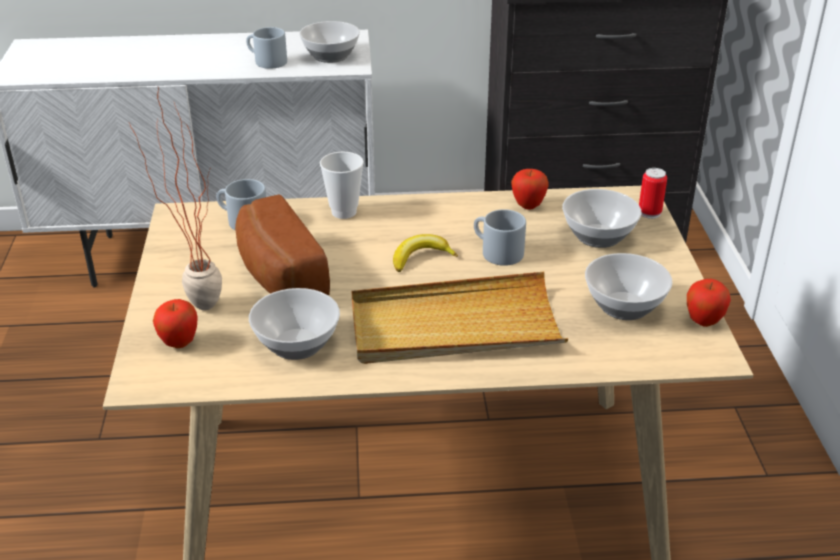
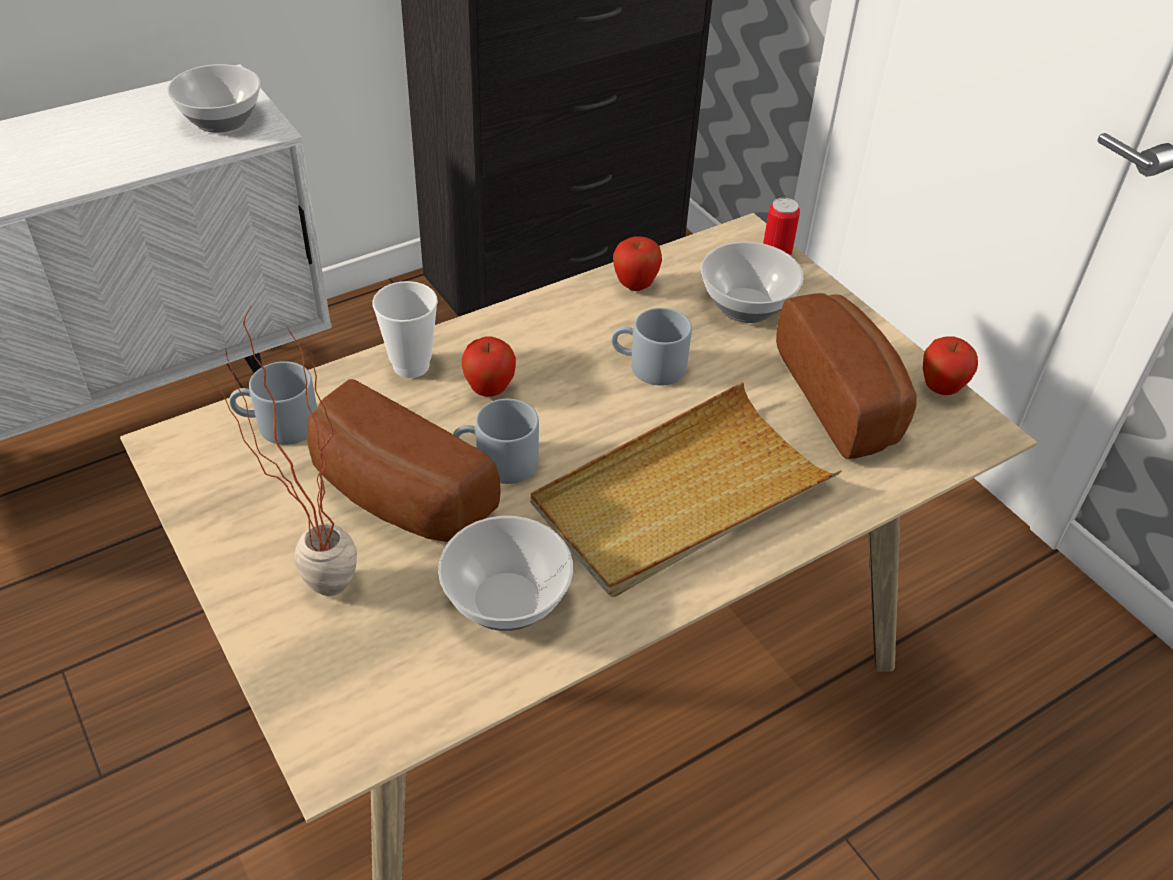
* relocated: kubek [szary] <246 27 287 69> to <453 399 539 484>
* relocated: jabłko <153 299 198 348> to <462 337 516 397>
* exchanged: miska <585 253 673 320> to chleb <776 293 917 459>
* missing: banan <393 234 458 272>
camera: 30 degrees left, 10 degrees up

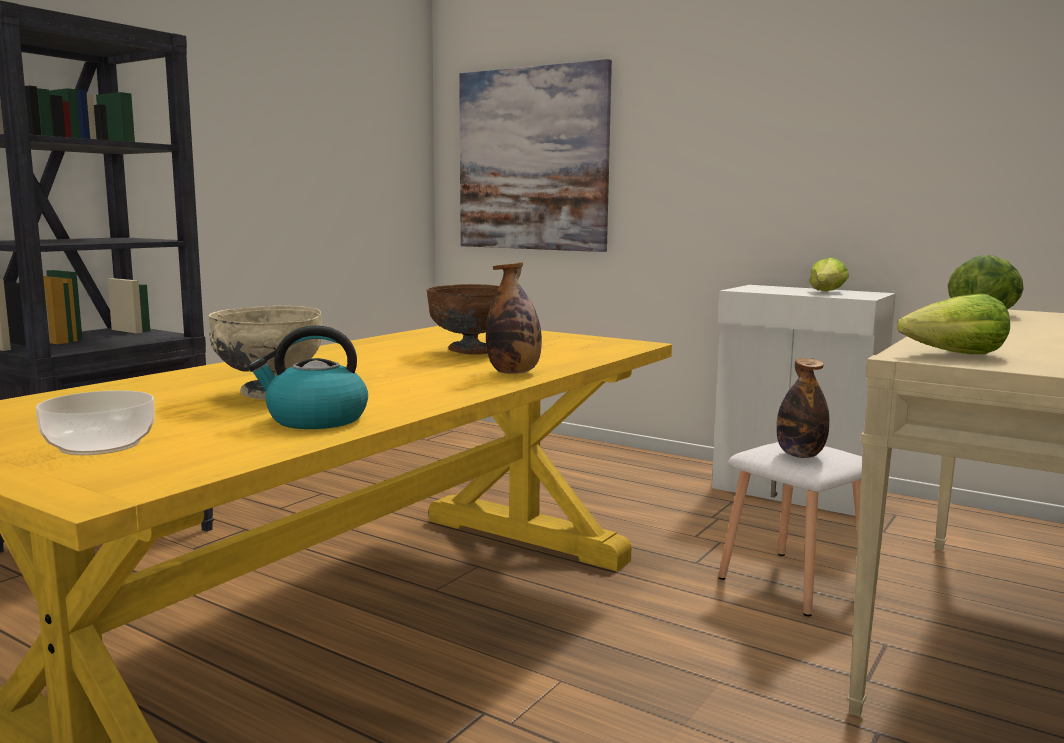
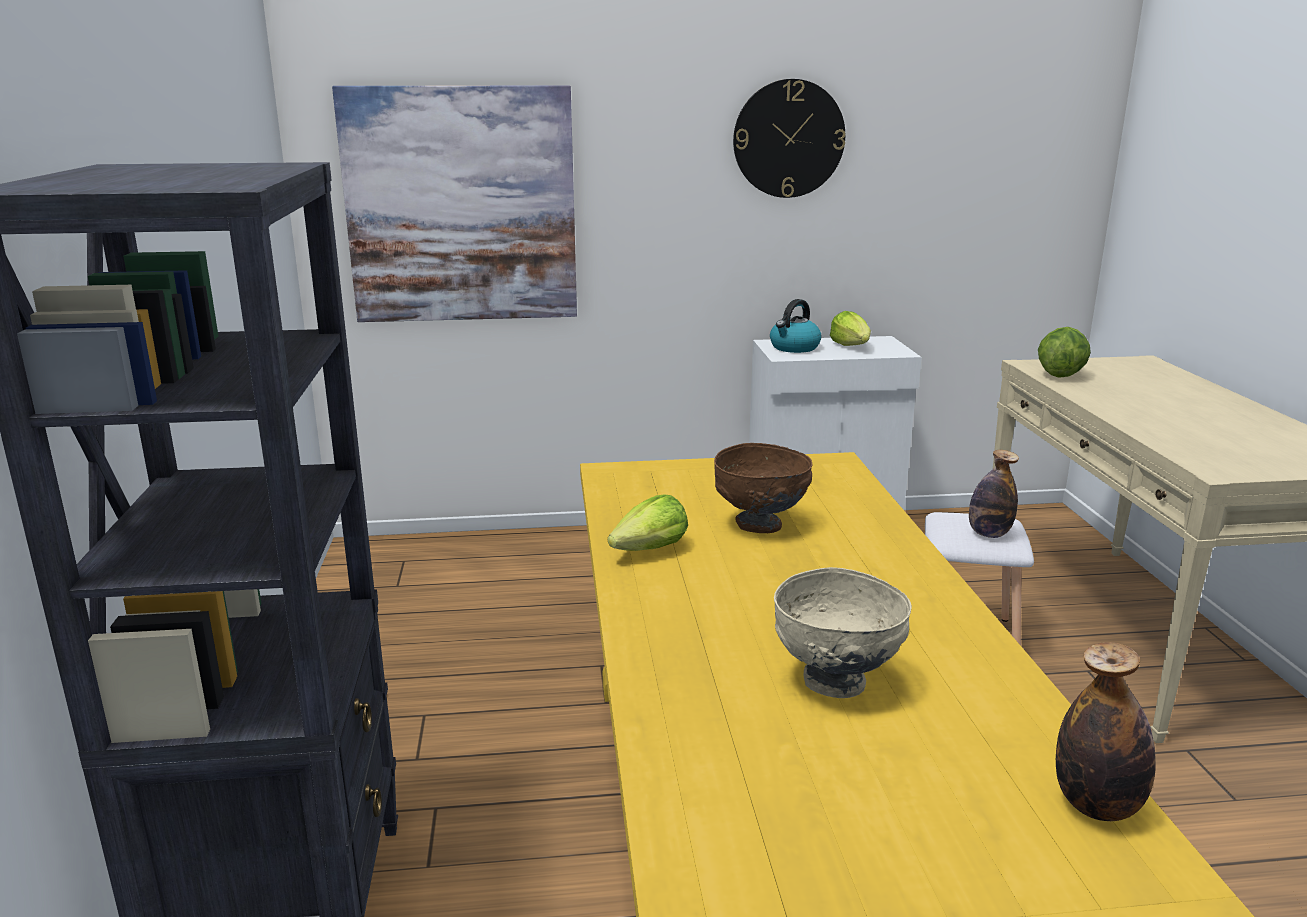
* relocated: sałata <897 294 1010 354> to <608 494 688 551>
* appeared: zegar ścienny <733 79 845 198>
* relocated: czajnik <248 325 368 429> to <770 299 821 353>
* relocated: butelka <486 262 542 374> to <1056 642 1156 821>
* missing: miska <36 390 155 455>
camera: 40 degrees left, 10 degrees up

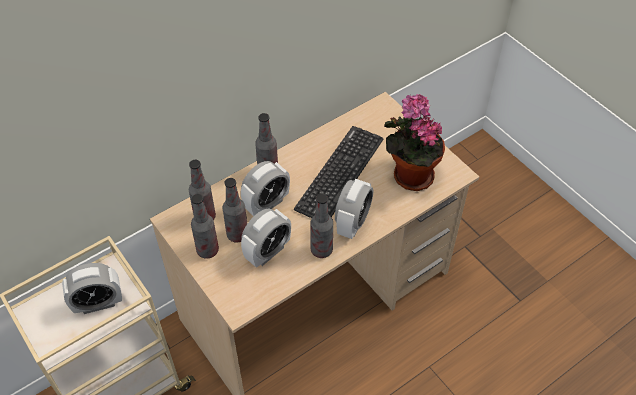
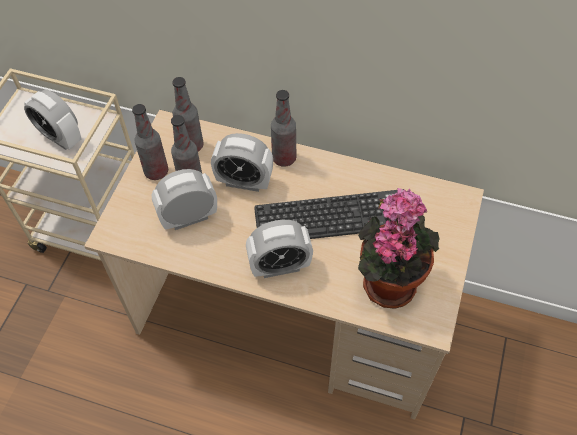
* spun: budzik <241 209 291 268> = <152 169 217 230> 150 degrees clockwise
* missing: butelka <310 194 333 258>
camera: 55 degrees right, 5 degrees up

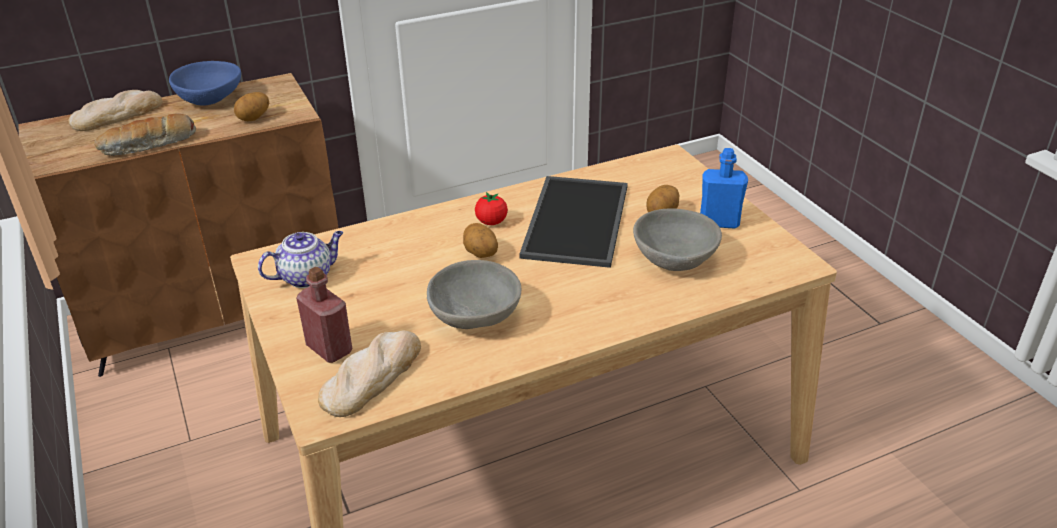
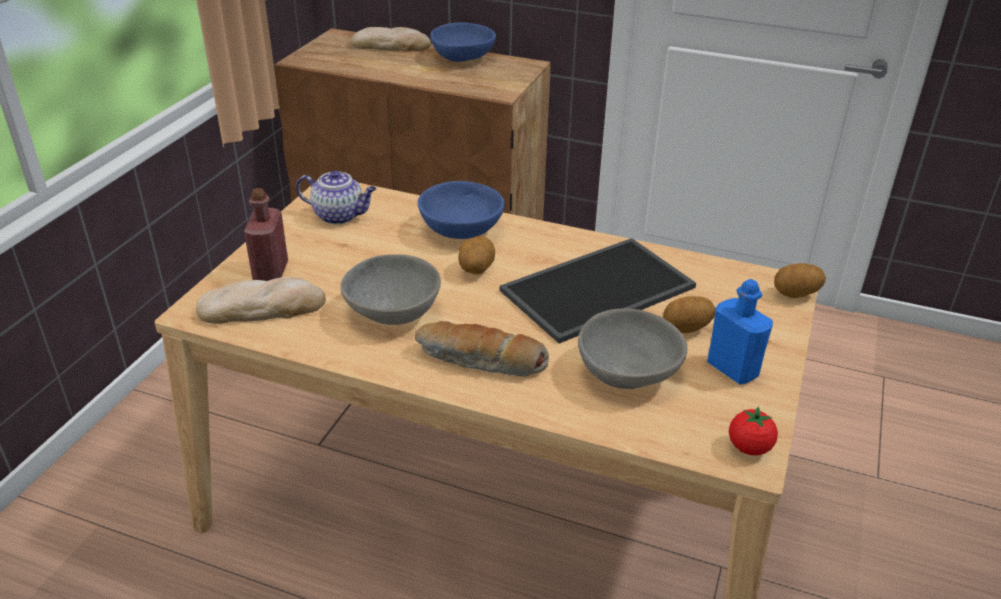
* relocated: chleb <94 114 196 156> to <415 321 549 377>
* appeared: miska [niebieski] <417 181 505 239>
* relocated: pomidor <475 192 508 225> to <729 406 778 455>
* relocated: ziemniak <234 92 269 121> to <774 263 826 298>
camera: 45 degrees right, 0 degrees up

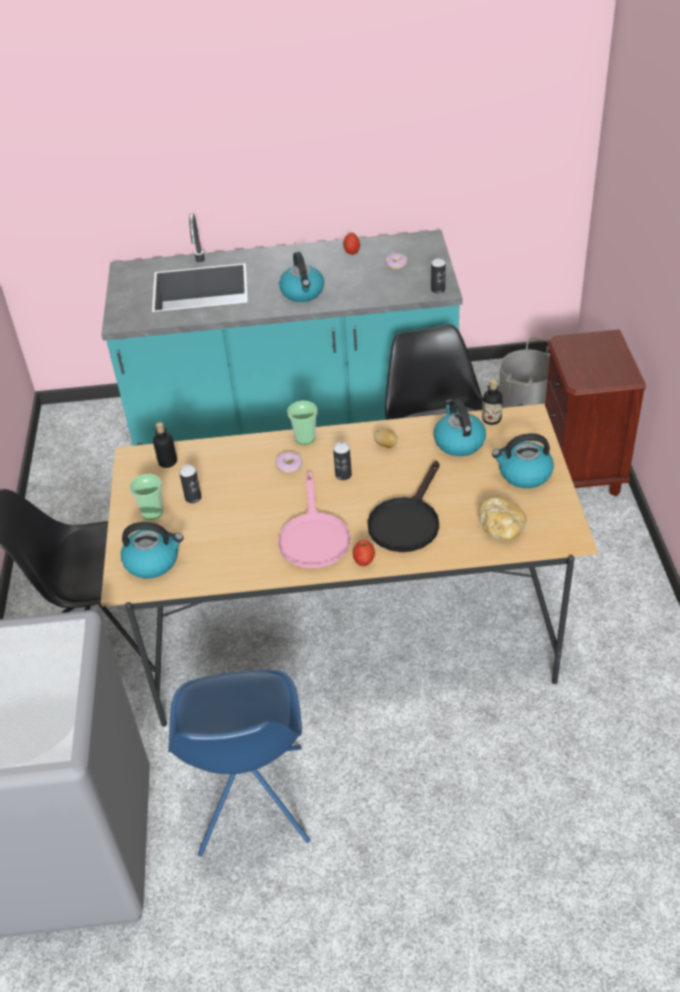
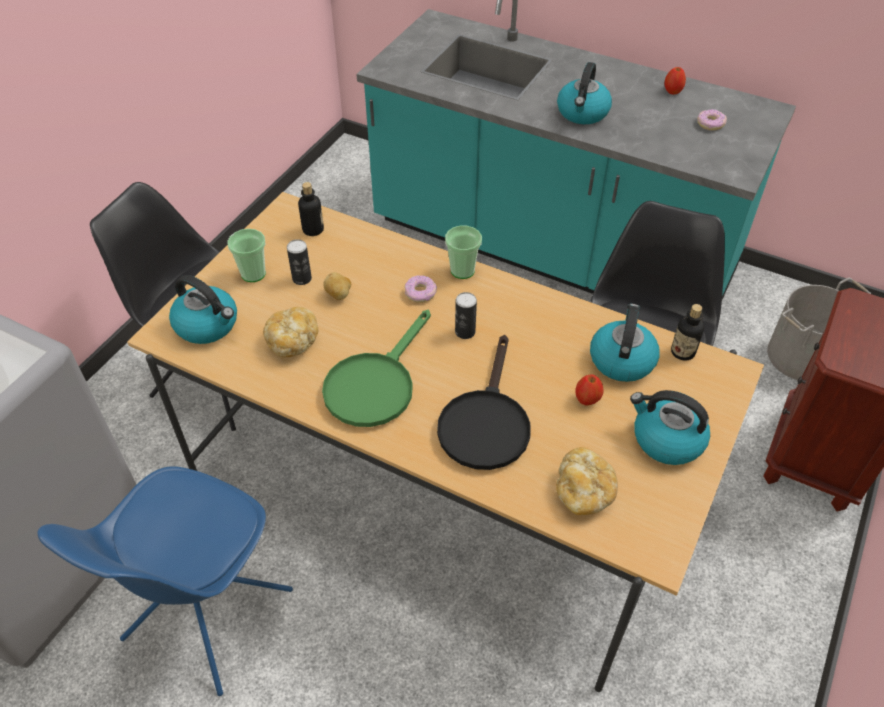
* appeared: chleb <263 307 318 357>
* colour: patelnia [różowy] <278 472 350 569> to patelnia [zielony] <322 310 431 427>
* relocated: ziemniak <374 428 398 448> to <323 272 351 300>
* spun: patelnia [czarny] <367 461 440 552> = <437 335 531 470> 45 degrees counterclockwise
* relocated: jabłko <353 540 375 566> to <575 374 604 406>
* missing: puszka <431 258 446 294>
camera: 30 degrees right, 5 degrees up

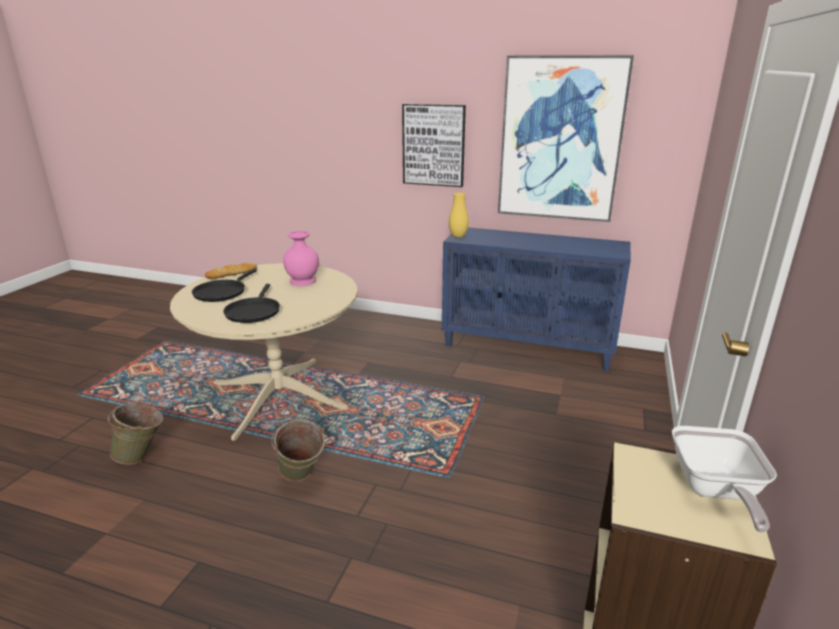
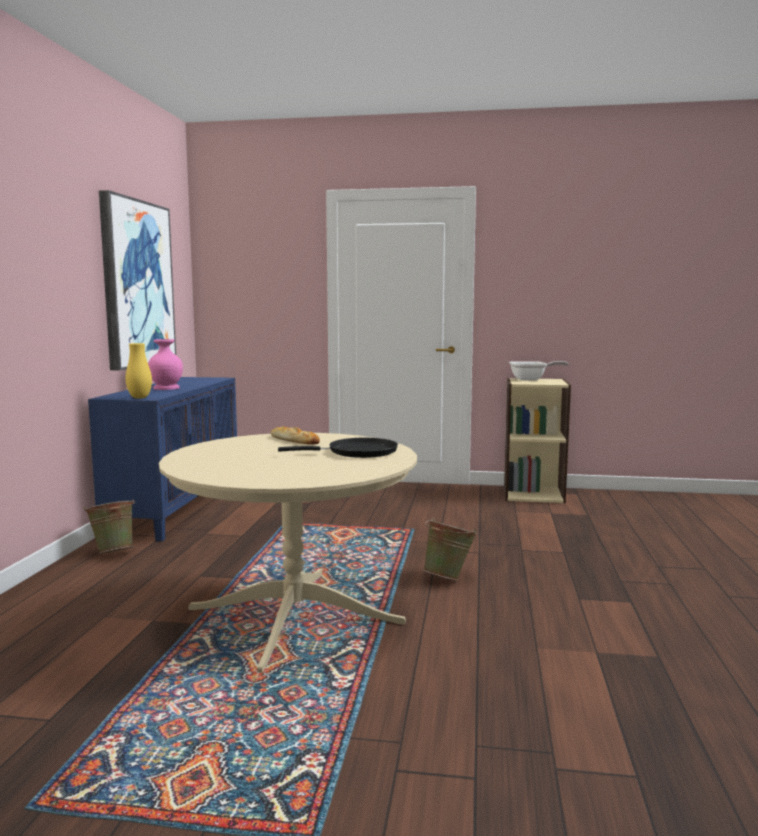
* relocated: wiadro [zielony] <107 400 163 464> to <84 499 135 554>
* relocated: wazon [różowy] <283 231 319 286> to <148 339 183 390>
* relocated: chleb <205 263 257 279> to <271 426 320 445>
* missing: patelnia [czarny] <192 269 257 302>
* missing: obraz <402 104 466 187>
camera: 100 degrees left, 15 degrees down

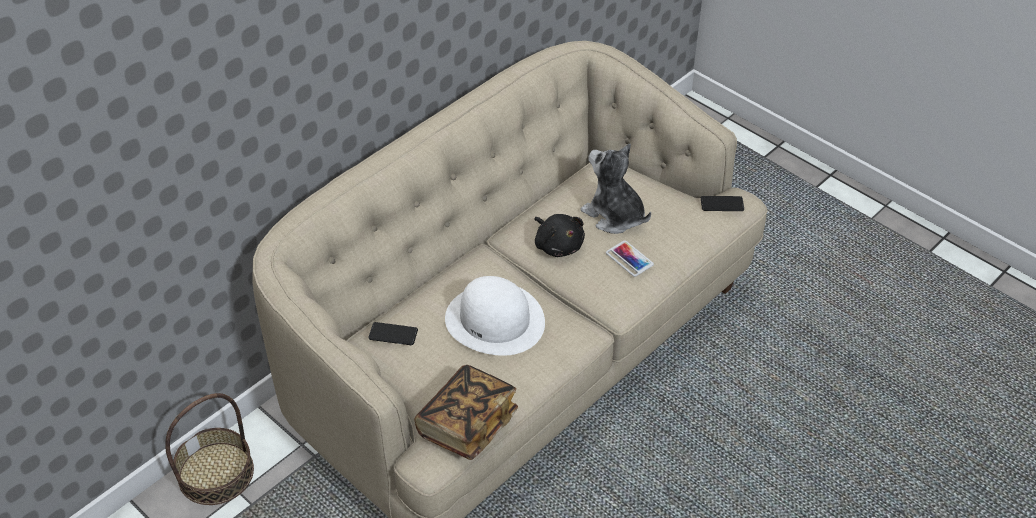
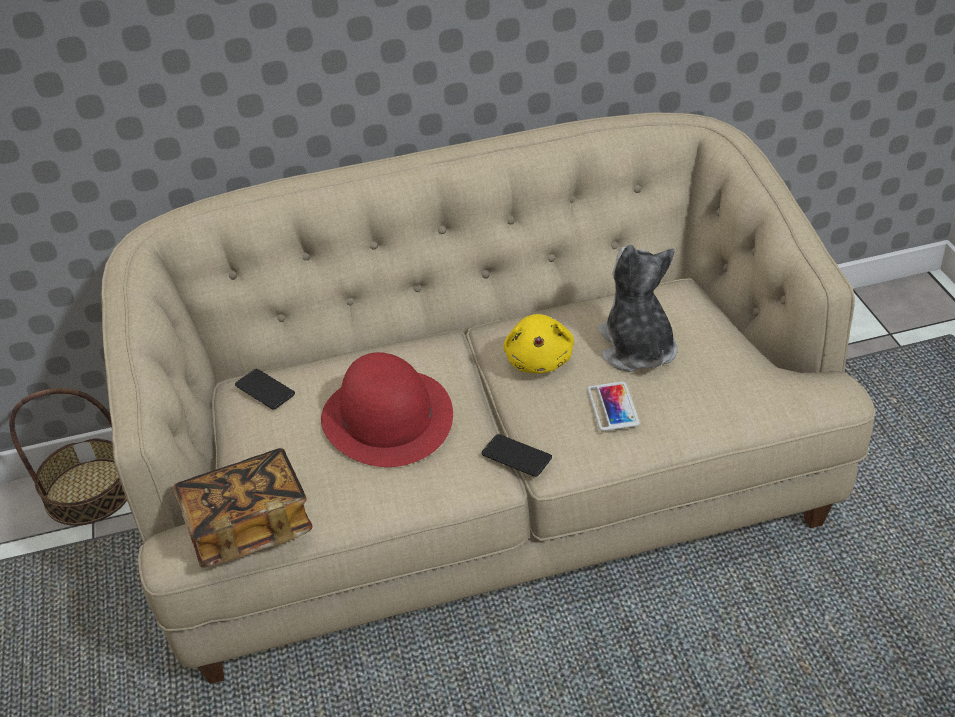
* colour: kapelusz [biały] <445 276 545 356> to kapelusz [czerwony] <321 352 453 467>
* relocated: telefon <701 196 744 211> to <482 434 552 477>
* colour: pluszak [czarny] <534 214 585 257> to pluszak [żółty] <503 314 574 373>
camera: 35 degrees right, 5 degrees down

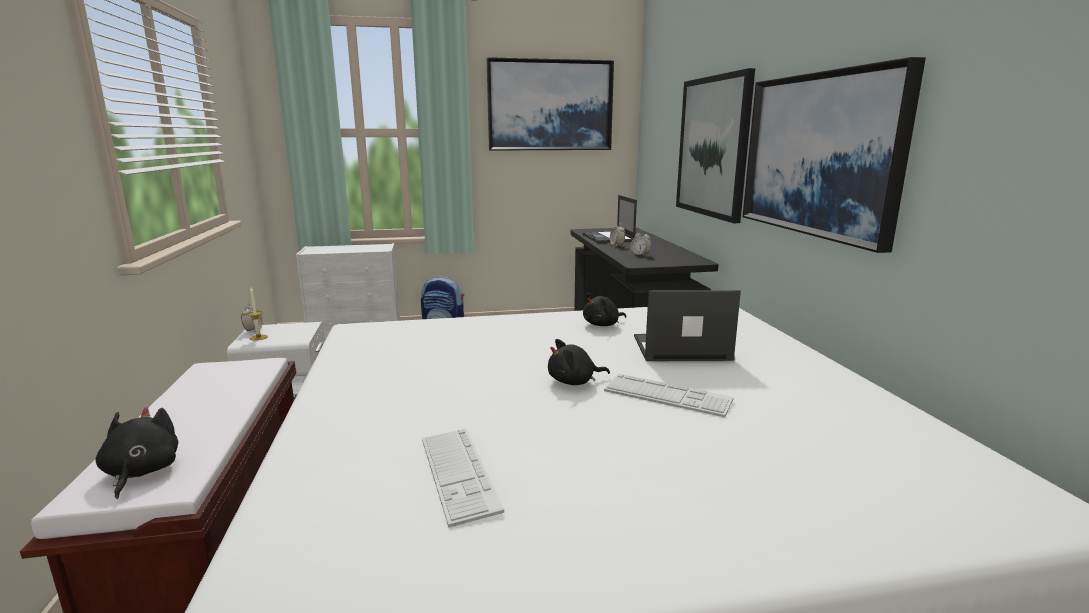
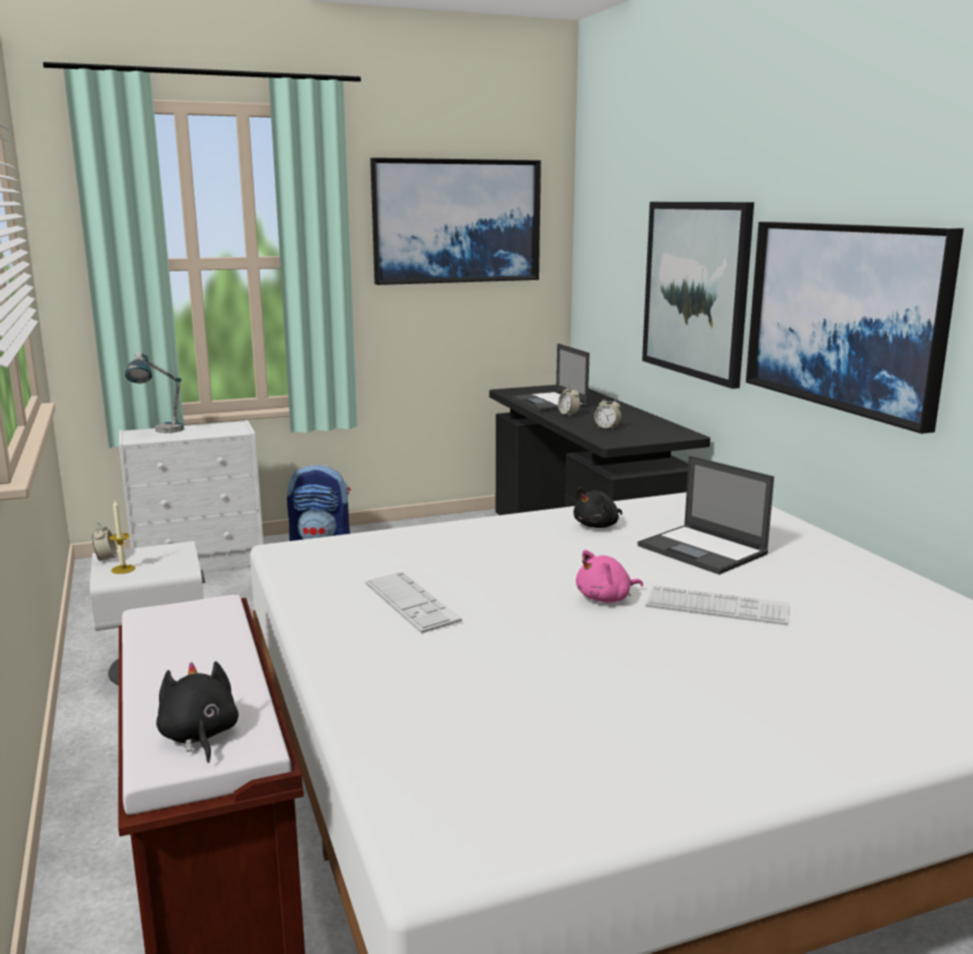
* appeared: lampa stołowa <125 352 184 433>
* relocated: klawiatura <422 429 504 528> to <365 571 462 633>
* colour: pluszak [czarny] <548 339 610 385> to pluszak [różowy] <576 550 643 603>
* spun: laptop <634 290 741 361> = <637 455 774 575> 120 degrees counterclockwise
camera: 10 degrees left, 0 degrees up

